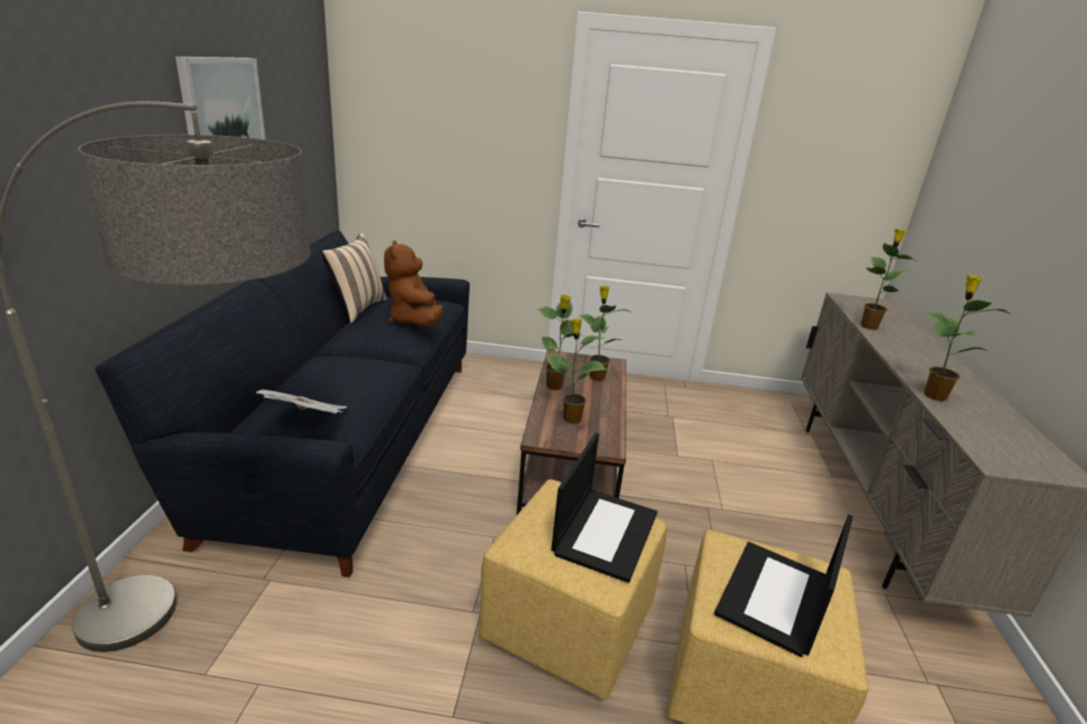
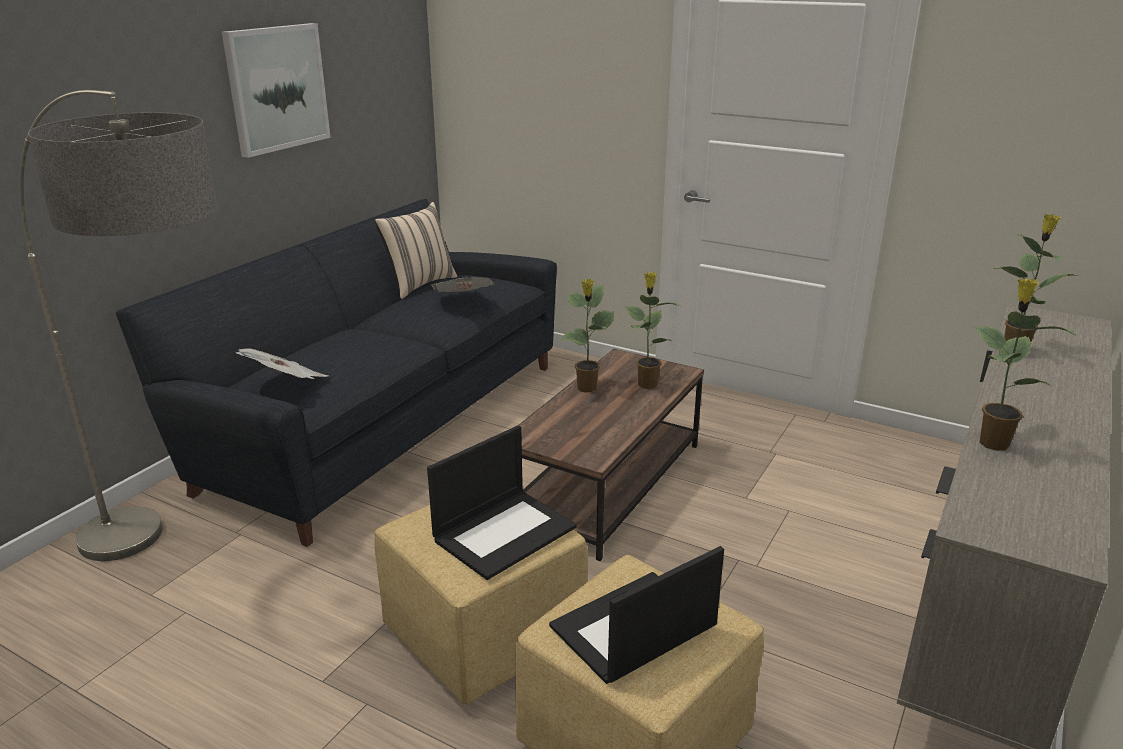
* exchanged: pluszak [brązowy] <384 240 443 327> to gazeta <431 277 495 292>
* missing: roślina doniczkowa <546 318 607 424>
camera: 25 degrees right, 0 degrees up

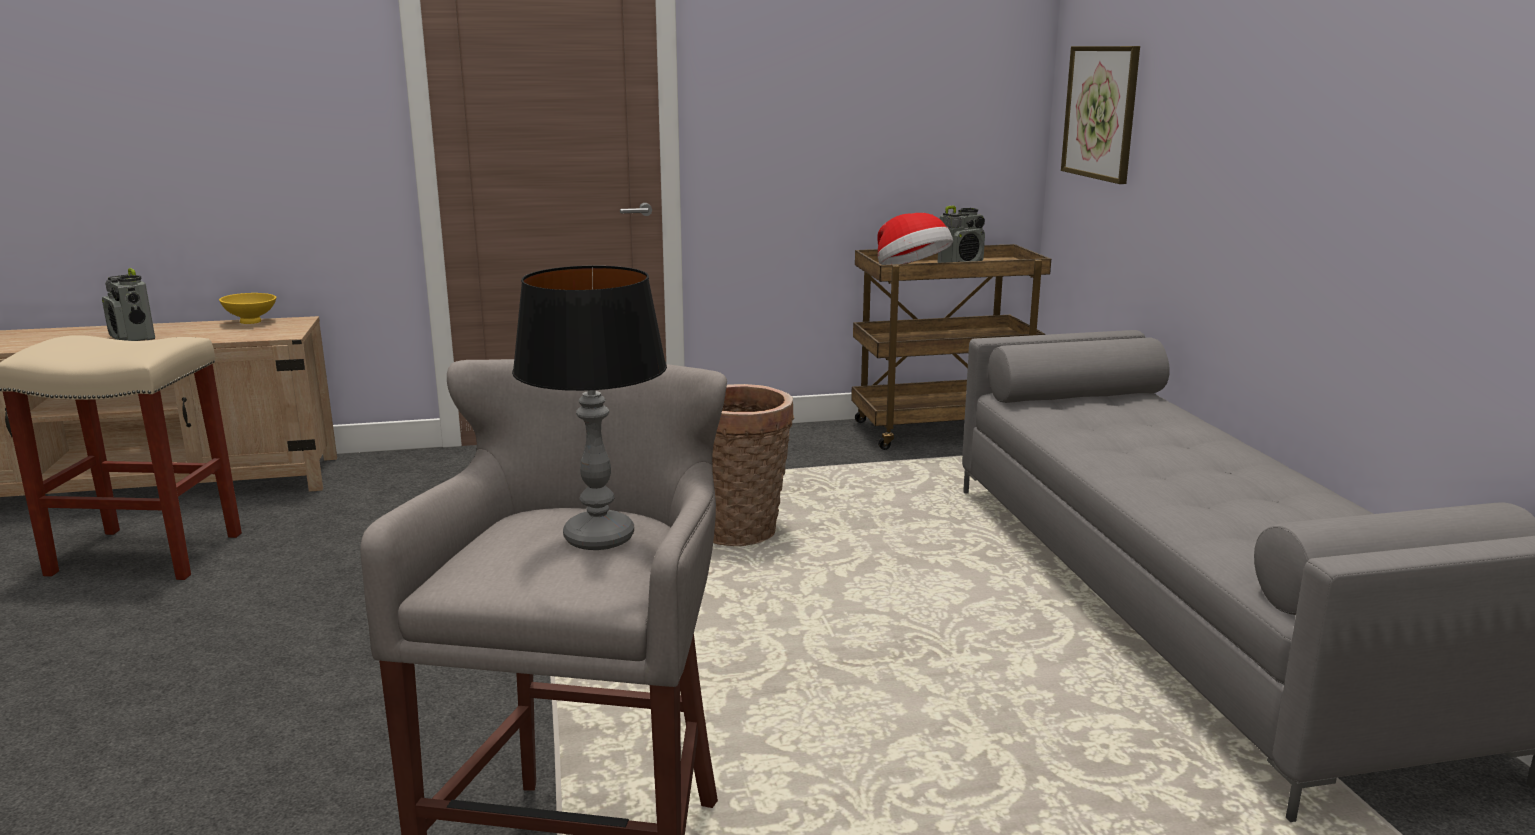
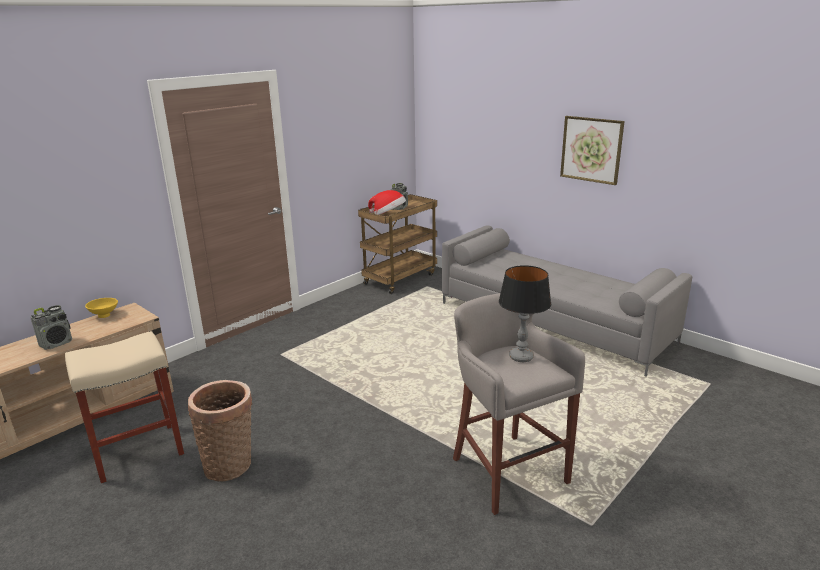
* spun: radio <102 268 155 341> = <30 305 72 350> 60 degrees counterclockwise
* relocated: koszyk <712 384 794 546> to <188 380 252 482>
* relocated: obraz <1061 46 1140 184> to <560 116 625 185>
camera: 35 degrees left, 5 degrees up

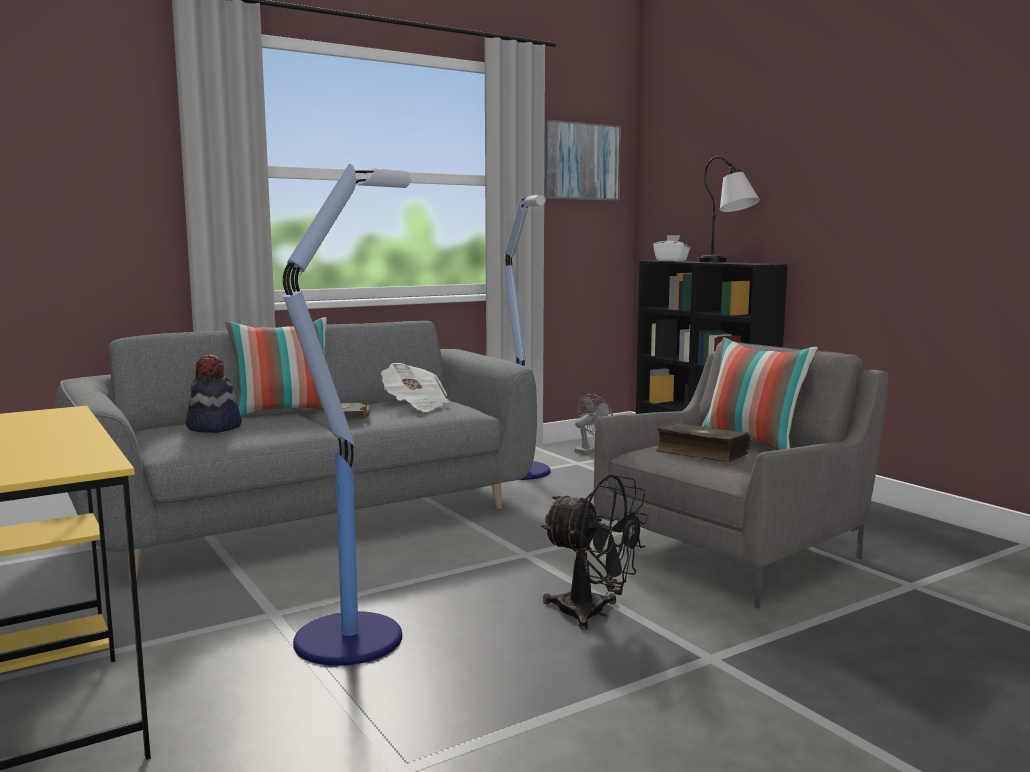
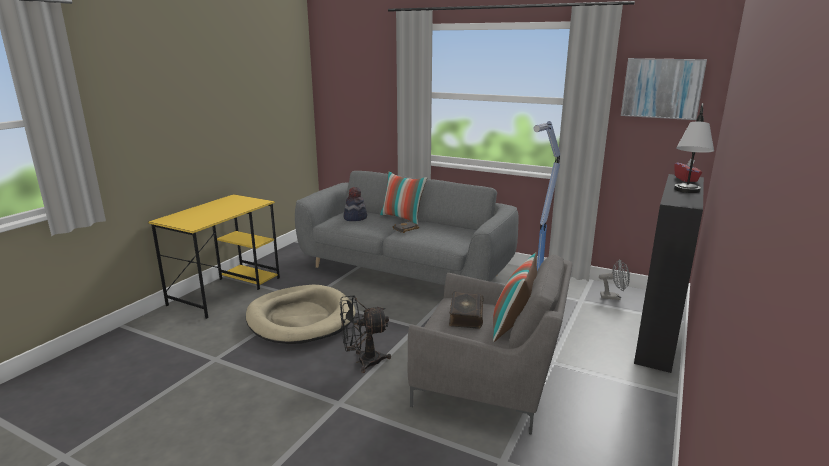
* exchanged: lampa stojąca <283 164 411 666> to legowisko [beżowy] <246 284 356 344>
* spun: wentylator [czarny] <541 474 649 630> = <340 295 391 373> 75 degrees clockwise
* colour: pudełko chusteczek [biały] <653 235 690 261> to pudełko chusteczek [czerwony] <675 158 702 182>
* missing: gazeta <381 363 449 412>
camera: 60 degrees right, 10 degrees up

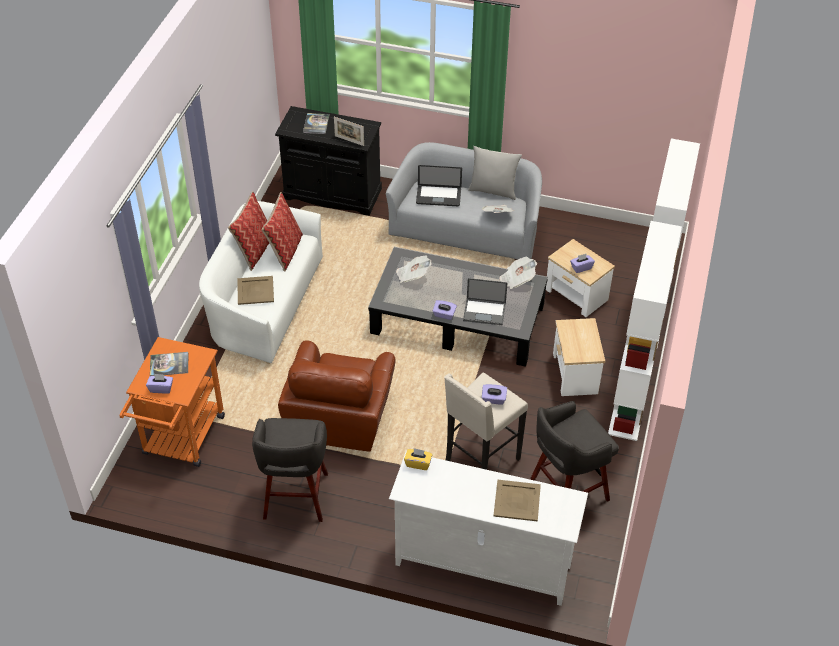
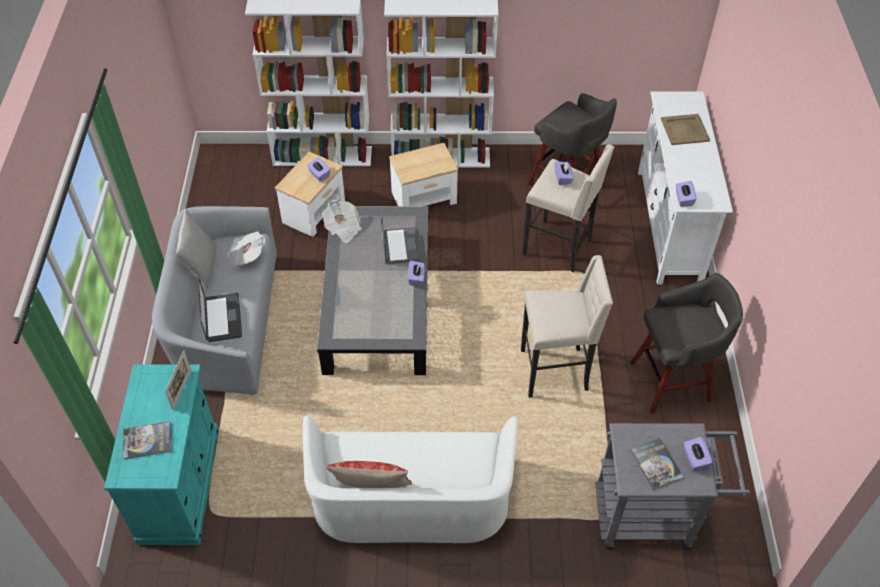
* colour: szafka [czarny] <275 106 382 216> to szafka [turkusowy] <104 364 219 545>
* exchanged: fotel [brązowy] <278 340 395 452> to stołek [beżowy] <521 255 613 398>
* colour: wózek [pomarańczowy] <120 337 225 467> to wózek [szary] <595 423 750 550>
* colour: pudełko chusteczek [żółty] <404 448 432 470> to pudełko chusteczek [fioletowy] <676 181 696 207>
* missing: taca [beżowy] <237 276 274 305>
* missing: poduszka <261 192 303 272>
* missing: gazeta <396 255 432 283>
camera: 105 degrees left, 5 degrees up

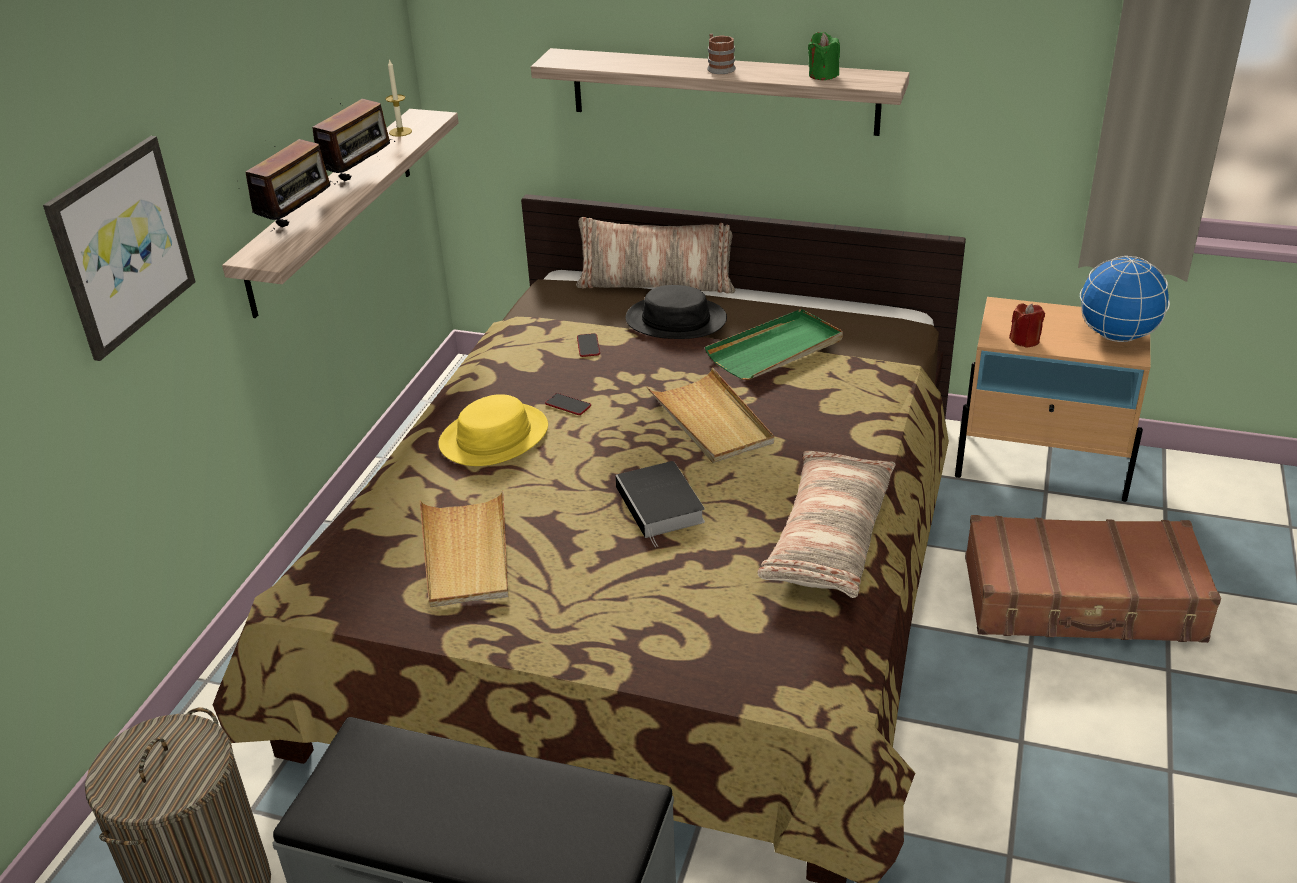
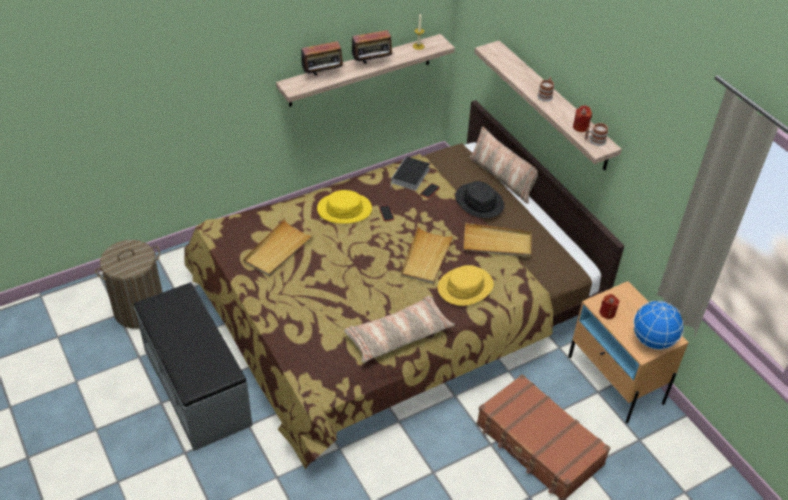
* relocated: książka <615 461 705 547> to <390 156 430 191>
* appeared: kapelusz [żółty] <438 265 494 306>
* colour: taca [zielony] <705 309 843 380> to taca [beżowy] <464 223 532 258>
* colour: świeca [zielony] <808 32 840 80> to świeca [czerwony] <573 105 592 132>
* appeared: kubek <585 123 608 146>
* missing: obraz <43 136 196 361>
camera: 40 degrees right, 10 degrees up

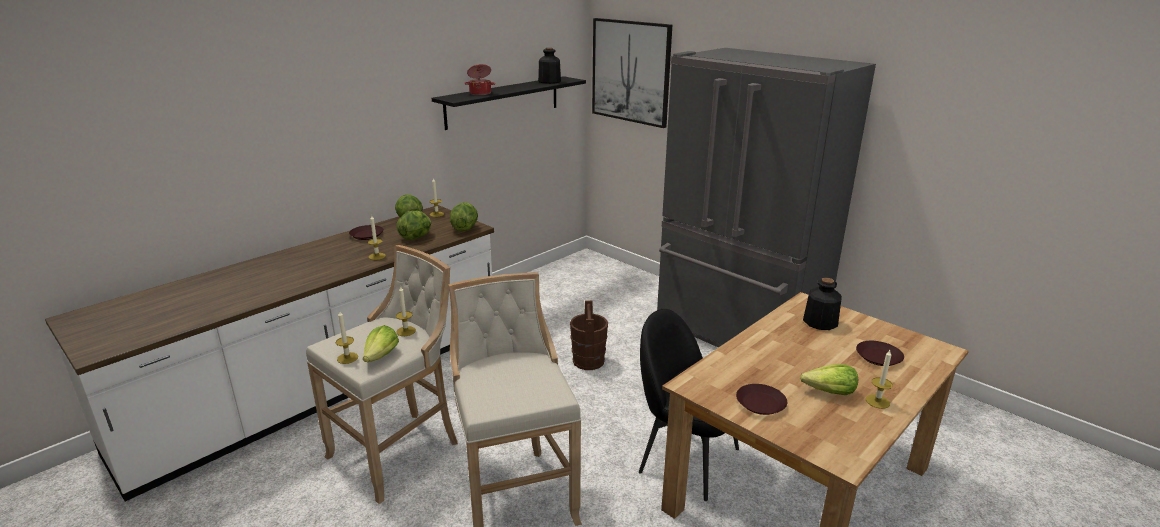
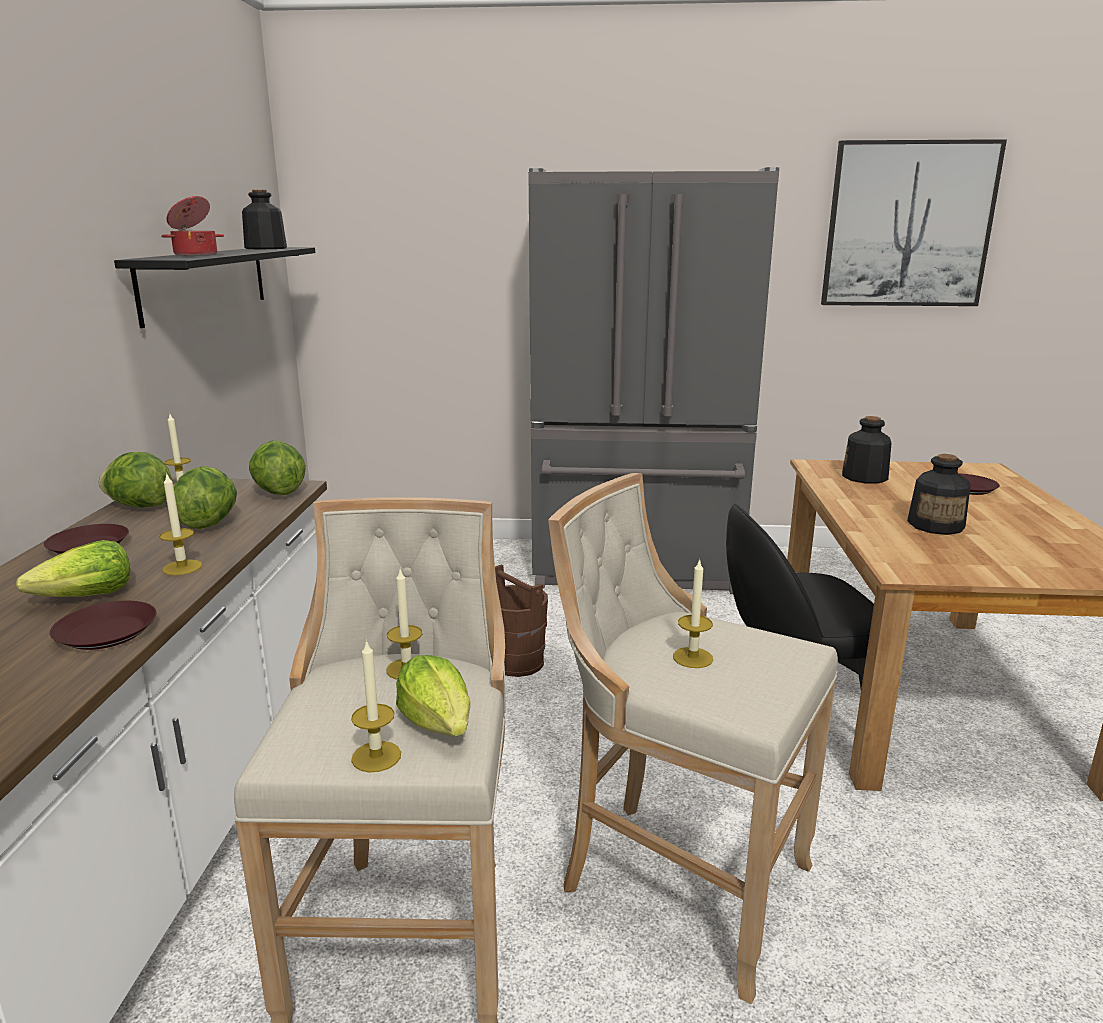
* relocated: sałata <800 364 858 395> to <16 540 130 597>
* relocated: talerz [brązowy] <736 384 787 415> to <50 601 157 650>
* relocated: świeca <866 350 893 409> to <673 558 713 668>
* relocated: obraz <592 18 672 128> to <821 139 1007 306>
* appeared: butelka <907 454 971 535>
camera: 40 degrees left, 5 degrees down

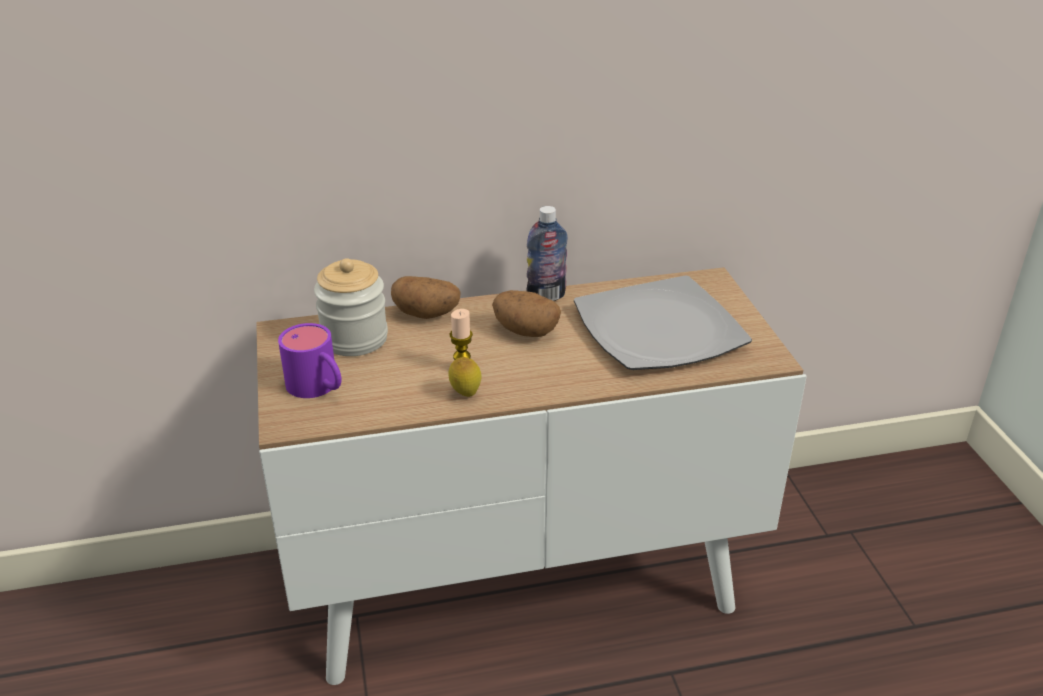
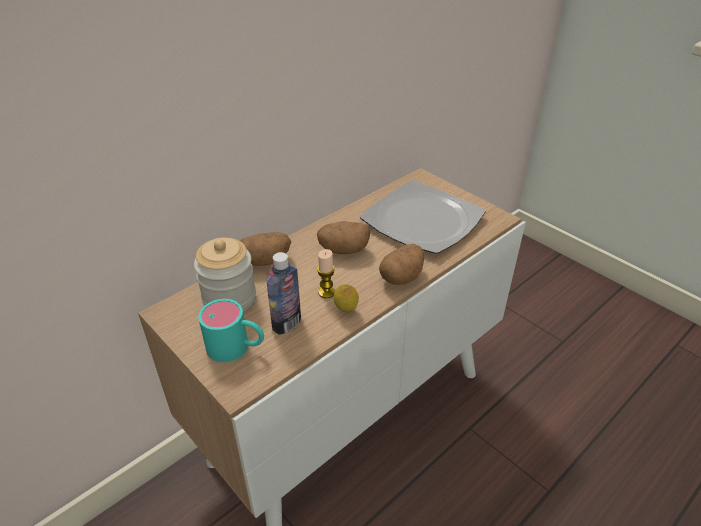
* colour: kubek [fioletowy] <278 323 342 398> to kubek [turkusowy] <198 299 264 362>
* relocated: butelka <527 206 568 301> to <267 252 301 335>
* appeared: ziemniak <379 244 424 285>
camera: 30 degrees left, 5 degrees up

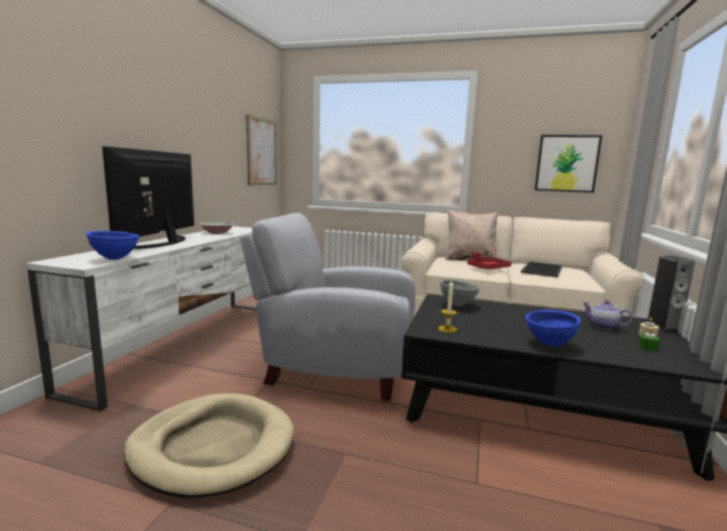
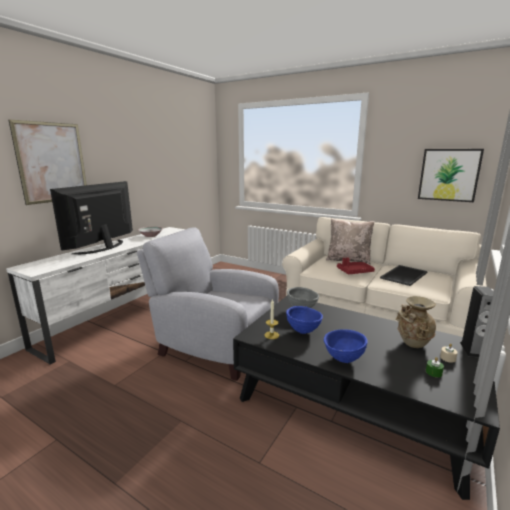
* relocated: obraz <246 114 276 185> to <8 119 87 205>
* relocated: miska [niebieski] <86 231 139 260> to <286 306 323 334>
* exchanged: imbryk <583 301 632 330> to wazon [beżowy] <396 296 436 348>
* missing: legowisko [beżowy] <124 393 294 498>
camera: 15 degrees right, 5 degrees up

